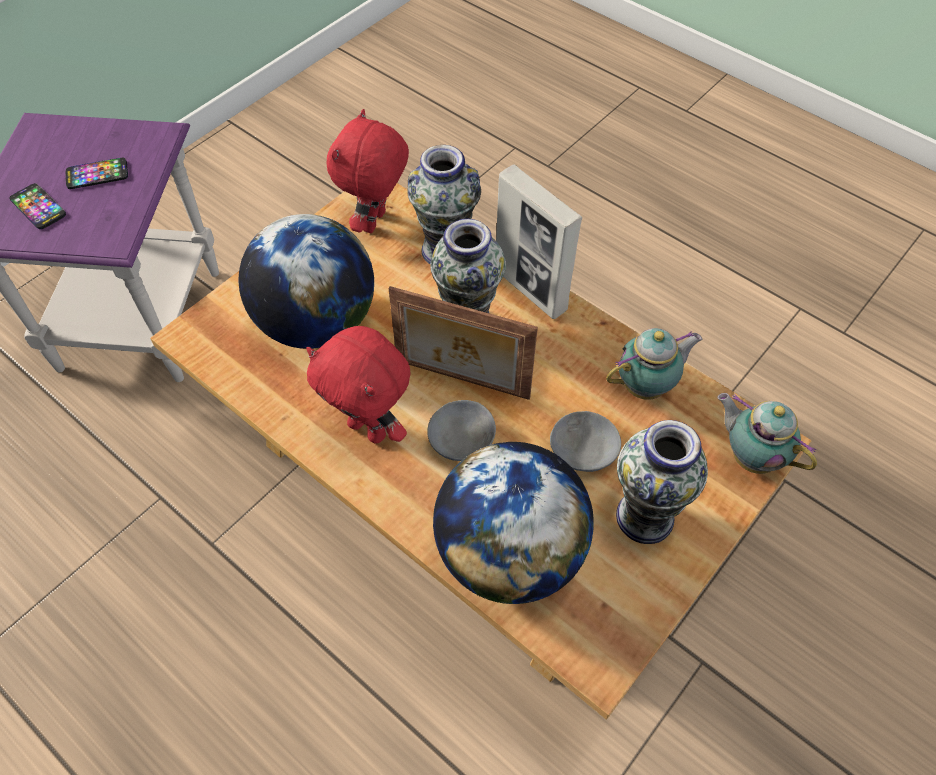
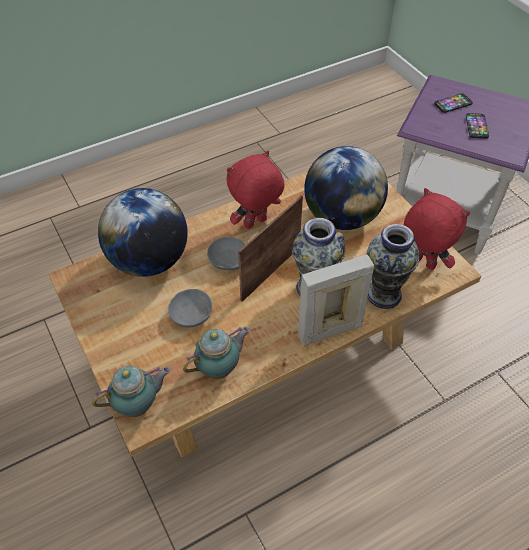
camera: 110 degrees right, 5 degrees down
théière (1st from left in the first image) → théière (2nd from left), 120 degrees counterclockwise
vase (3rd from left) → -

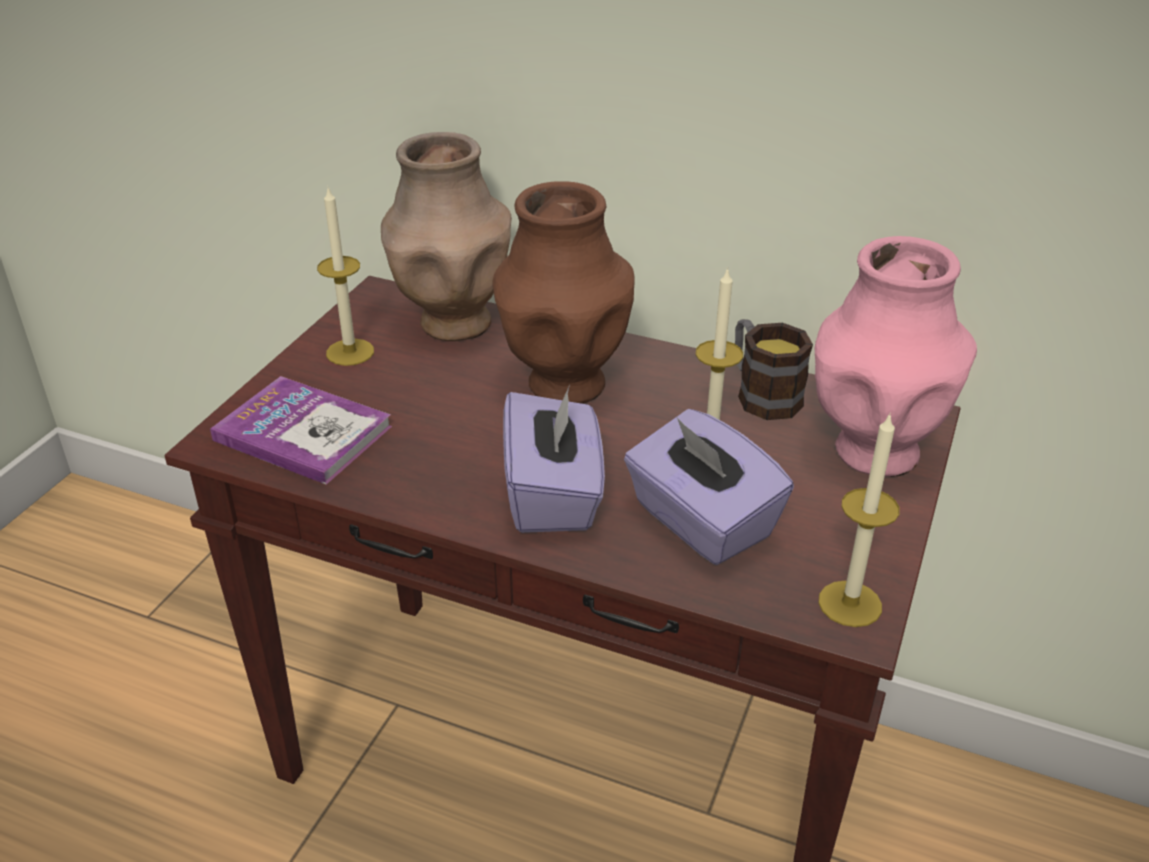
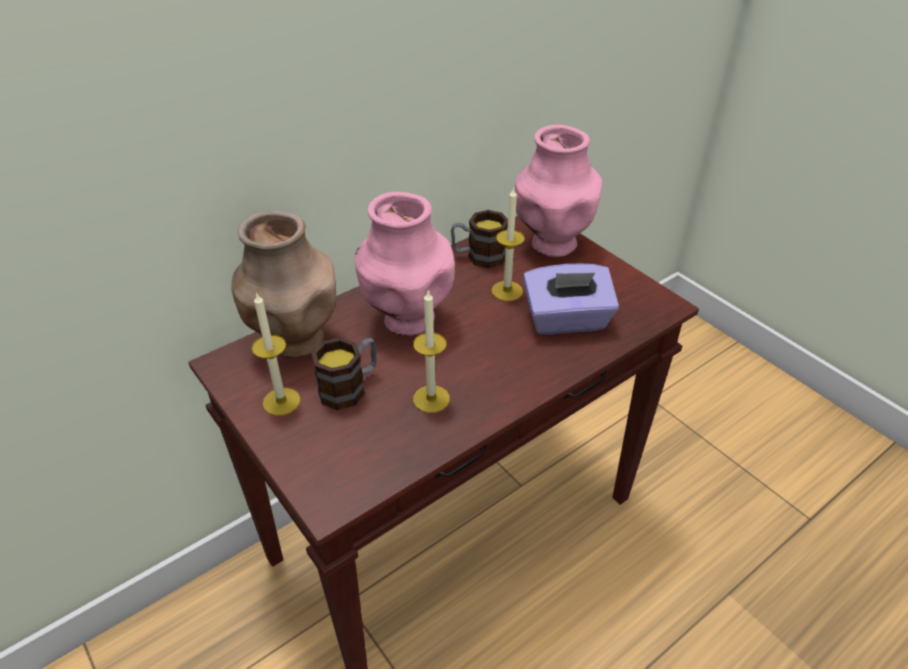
camera: 60 degrees left, 5 degrees up
vase/marron (2nd from left) → vase/rose (1st from left)
livre → -
boîte à mouchoirs/violet (1st from left) → -
bougie (3rd from left in the first image) → bougie (2nd from left), move
- → mug (1st from left)

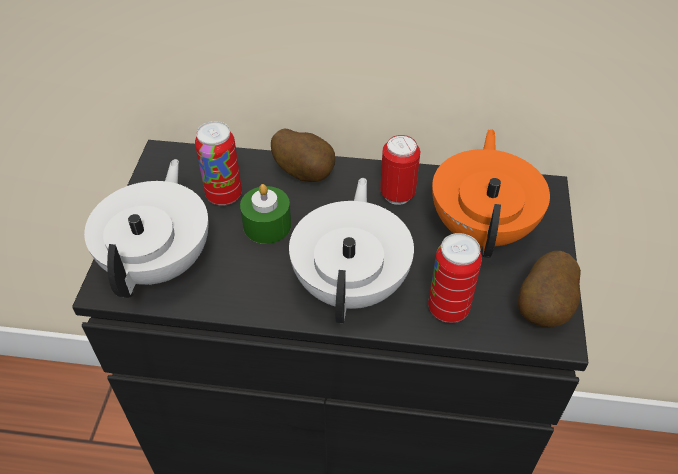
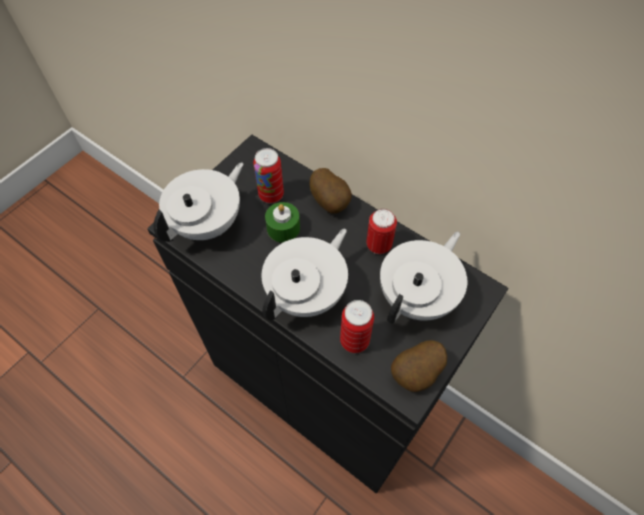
camera: 30 degrees right, 10 degrees up
théière/orange → théière/blanc (3rd from left)

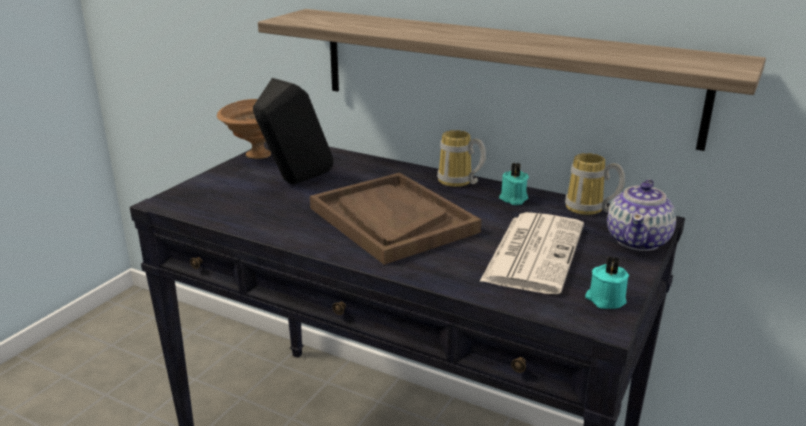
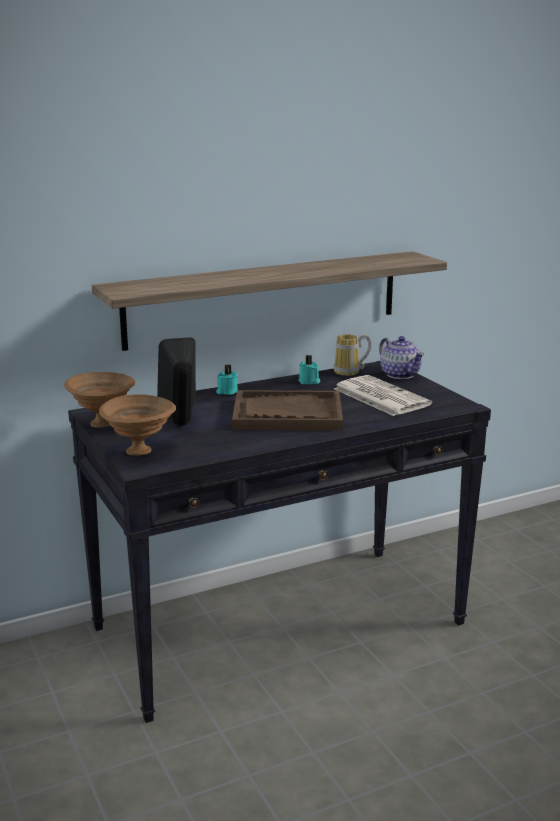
camera: 55 degrees left, 5 degrees down
mug (1st from left) → -
bougie/turquoise (2nd from left in the first image) → bougie/turquoise (1st from left), move
- → bol/marron (2nd from left)

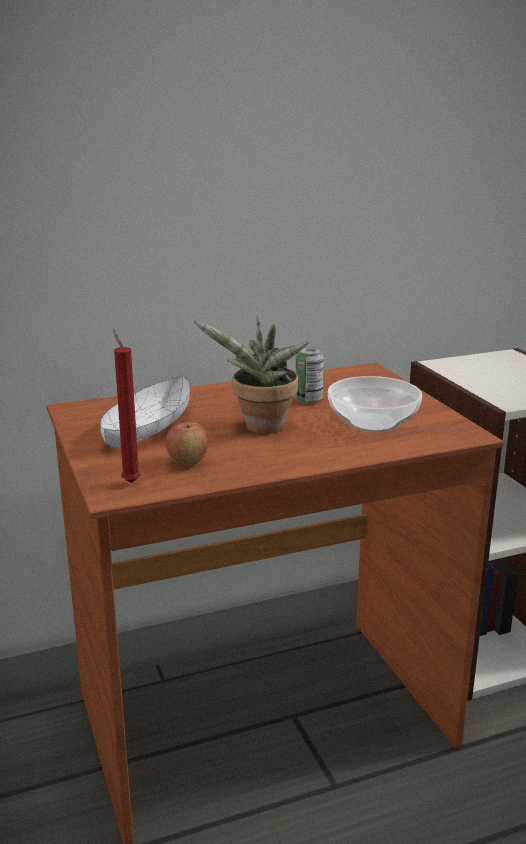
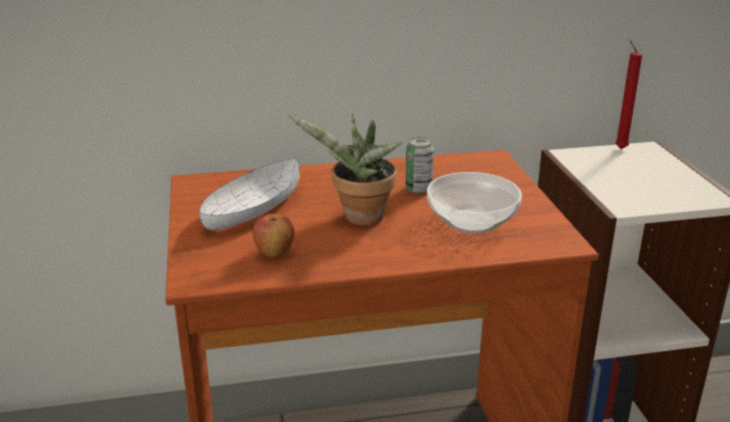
camera: 10 degrees right, 5 degrees up
bougie/rouge, move

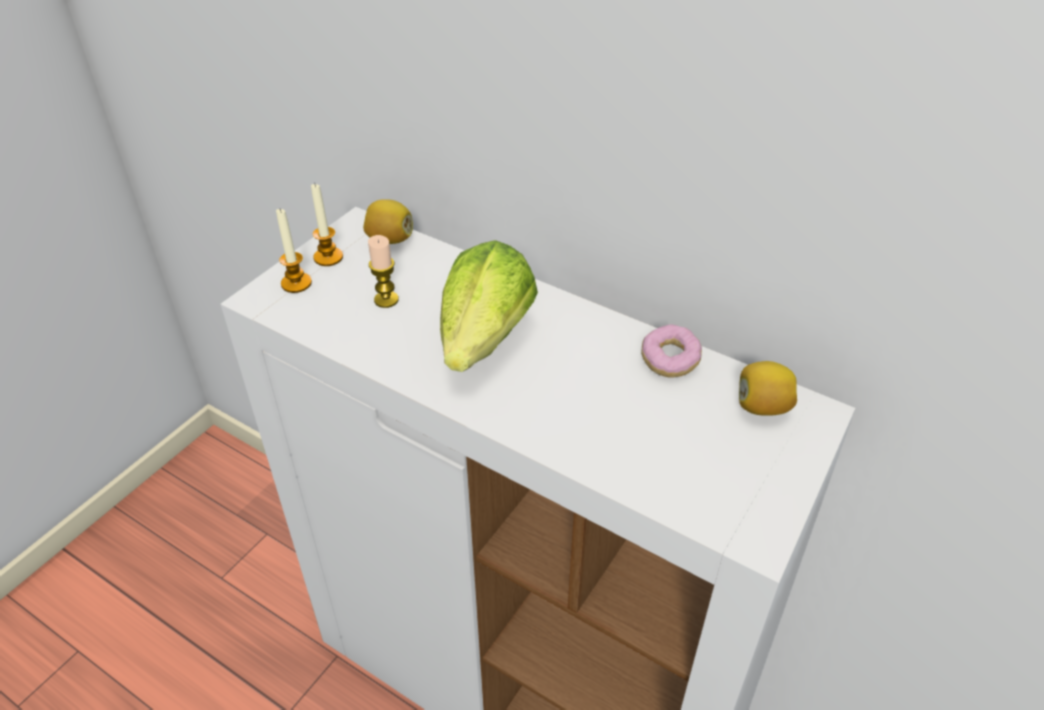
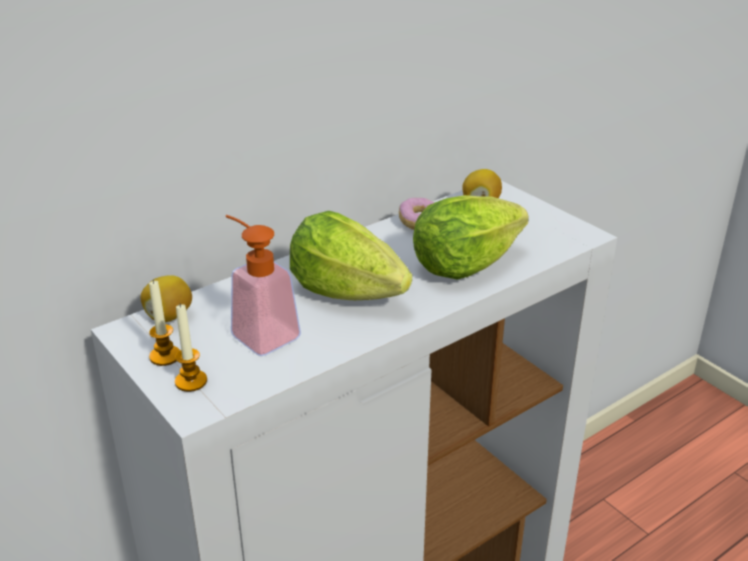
camera: 70 degrees left, 10 degrees down
bougie (3rd from left) → distributeur de savon
- → laitue (2nd from left)

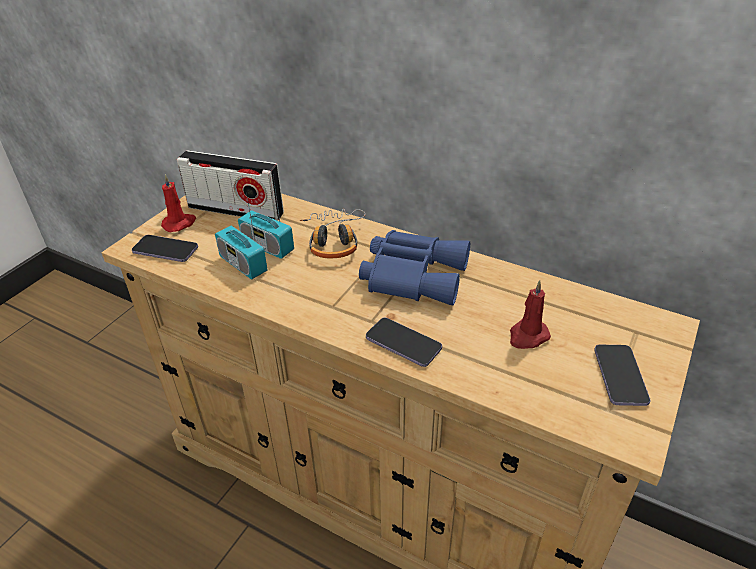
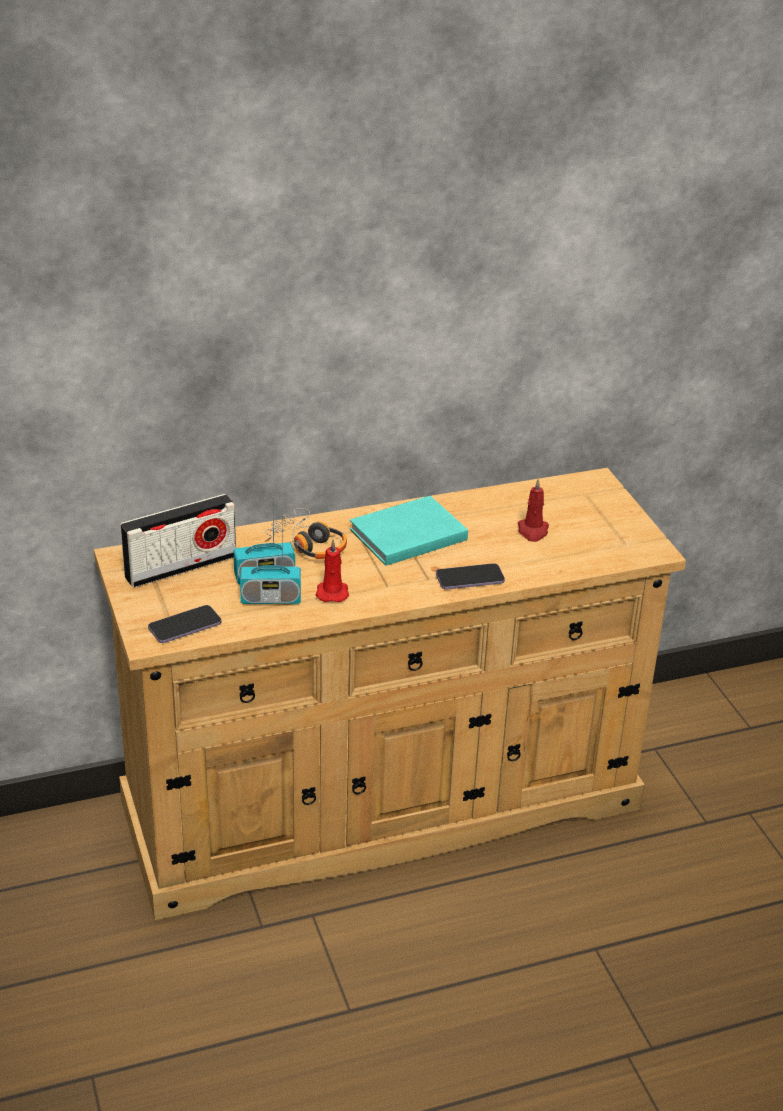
camera: 50 degrees left, 5 degrees down
bougie/rouge (1st from left), move
jumelles/bleu → livre/turquoise
téléphone (3rd from left) → -

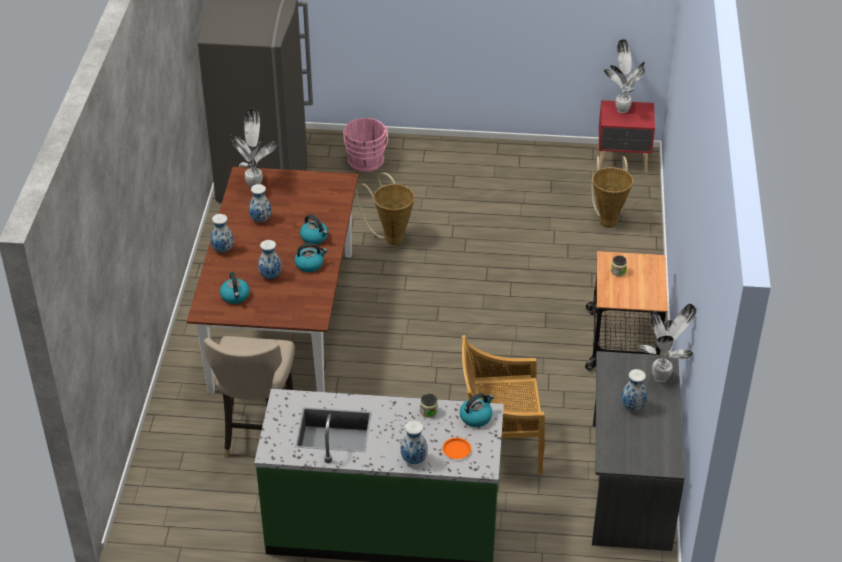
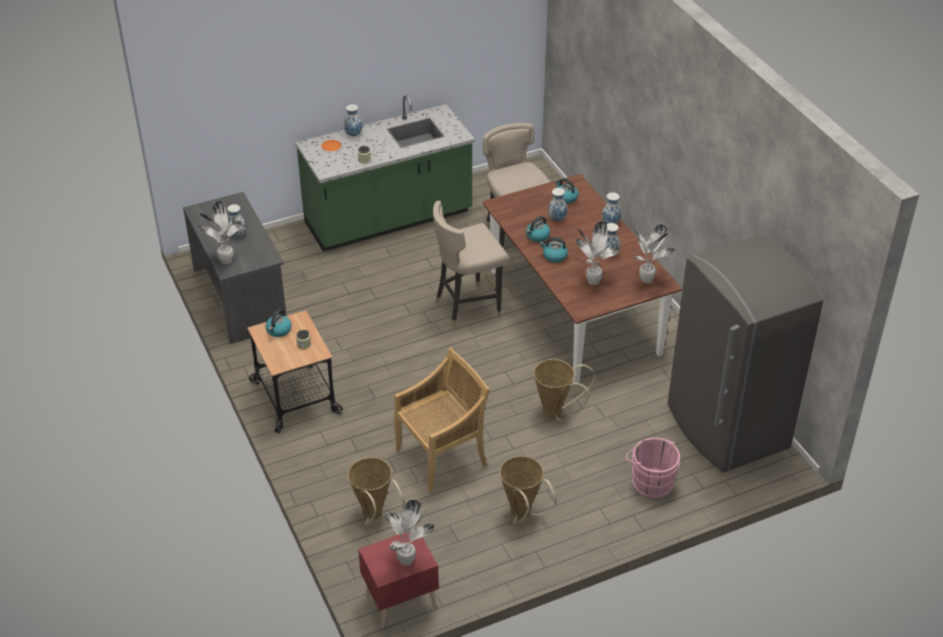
camera: 150 degrees right, 0 degrees up
chaise/beige, move
bouilloire (4th from left in the first image) → bouilloire (1st from left), move
- → tabouret/beige (1st from left)
- → plante en pot (3rd from left)
- → panier (2nd from left)

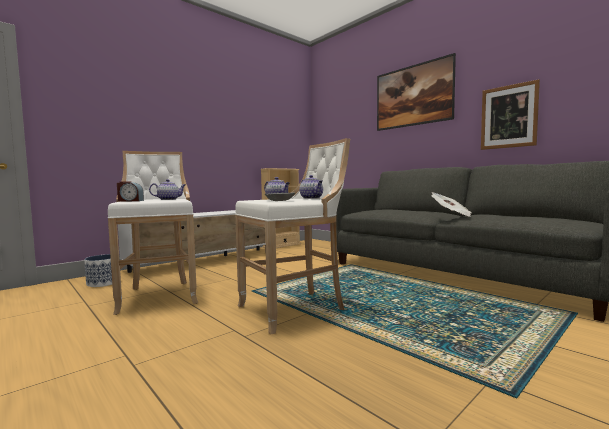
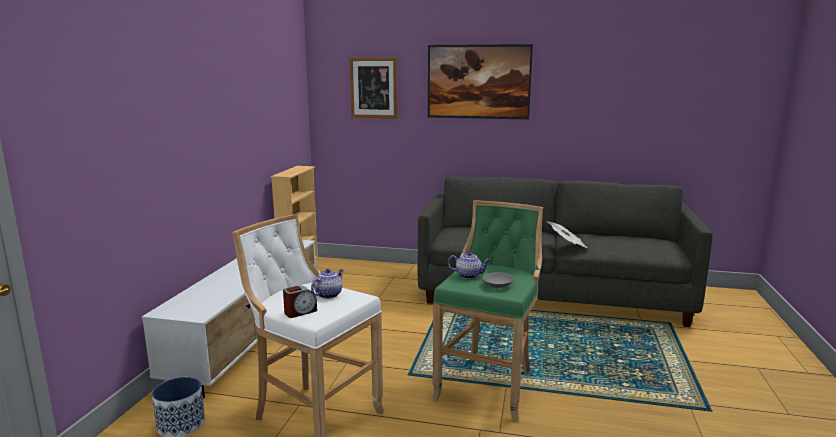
camera: 35 degrees left, 10 degrees up
tableau (2nd from left in the first image) → tableau (1st from left), move
tabouret/blanc (2nd from left) → tabouret/vert
théière (3rd from left) → -

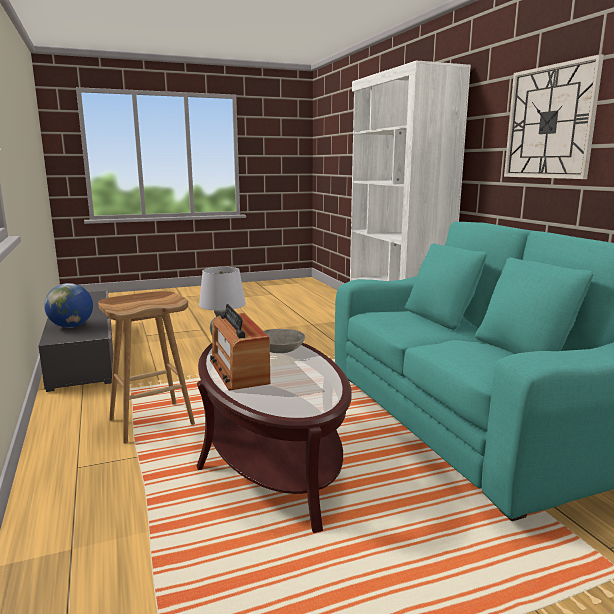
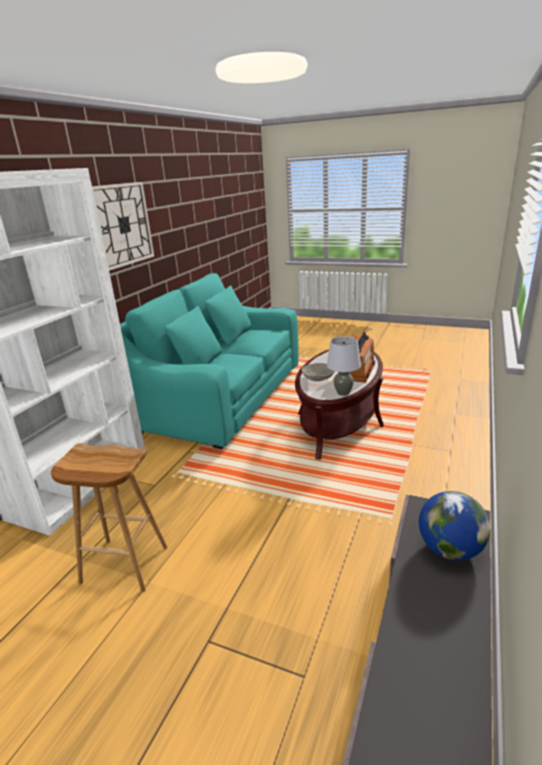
camera: 135 degrees left, 10 degrees up
tabouret/marron, move

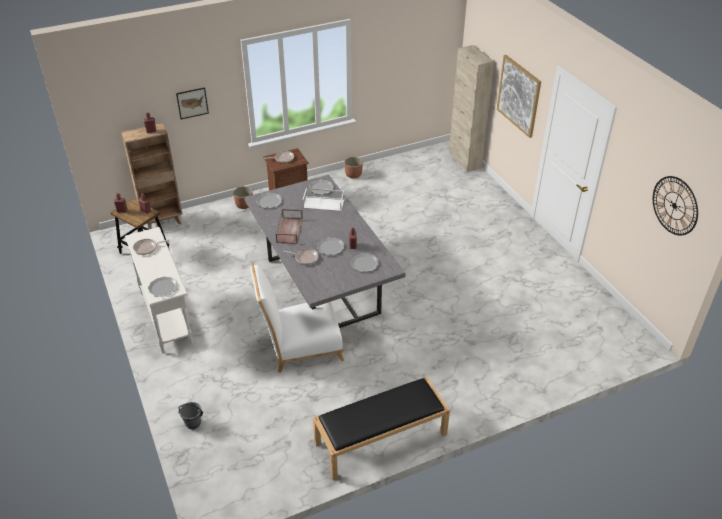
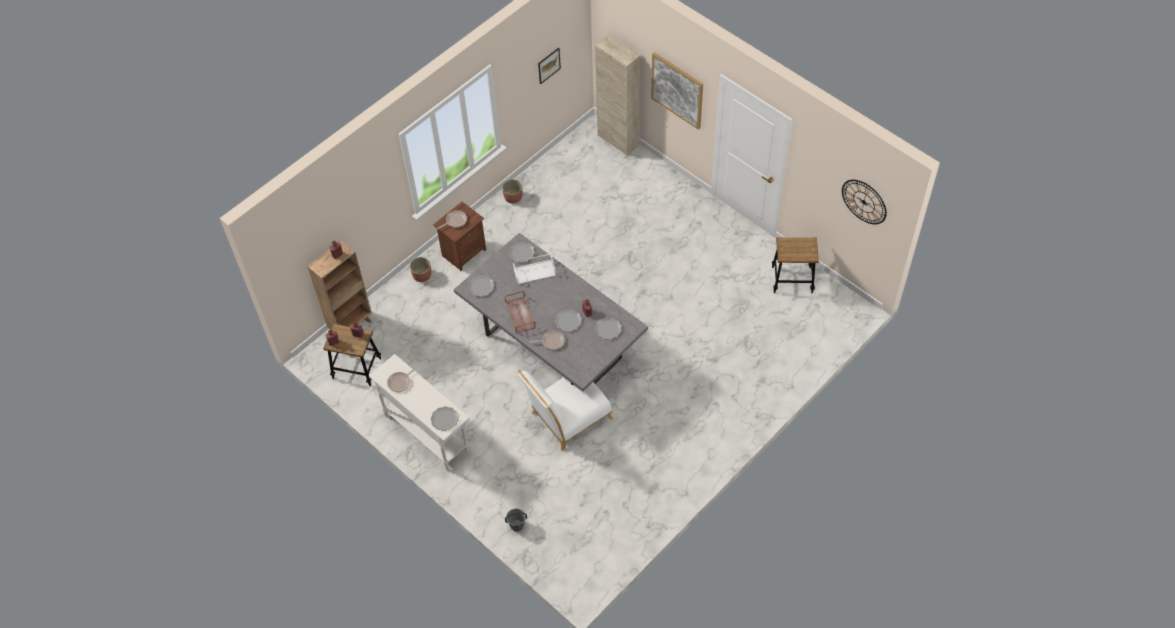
camera: 20 degrees left, 15 degrees up
tableau (1st from left), move
banc/noir → -
- → tabouret (2nd from left)

